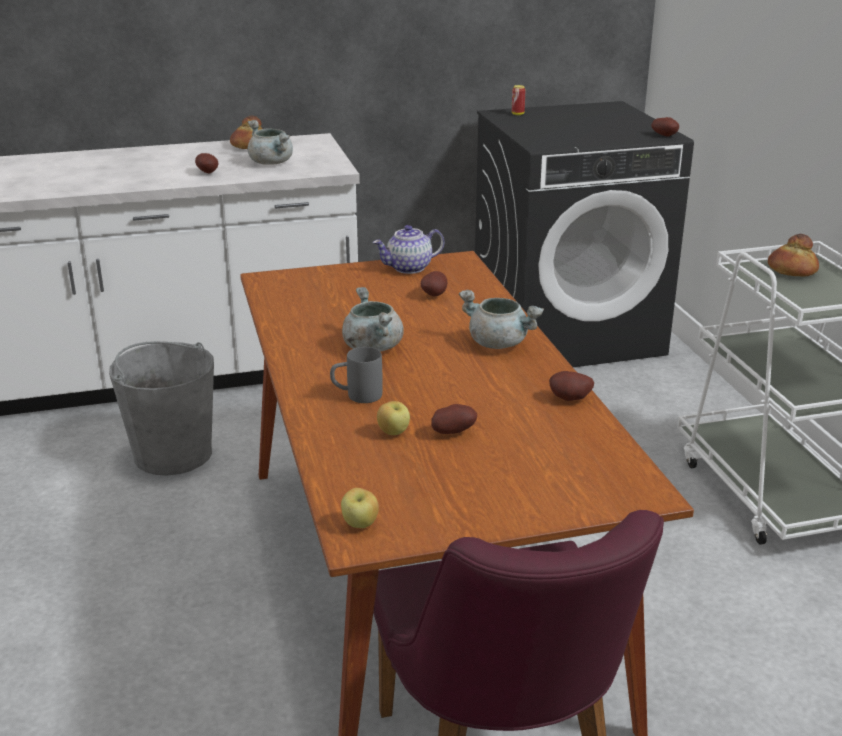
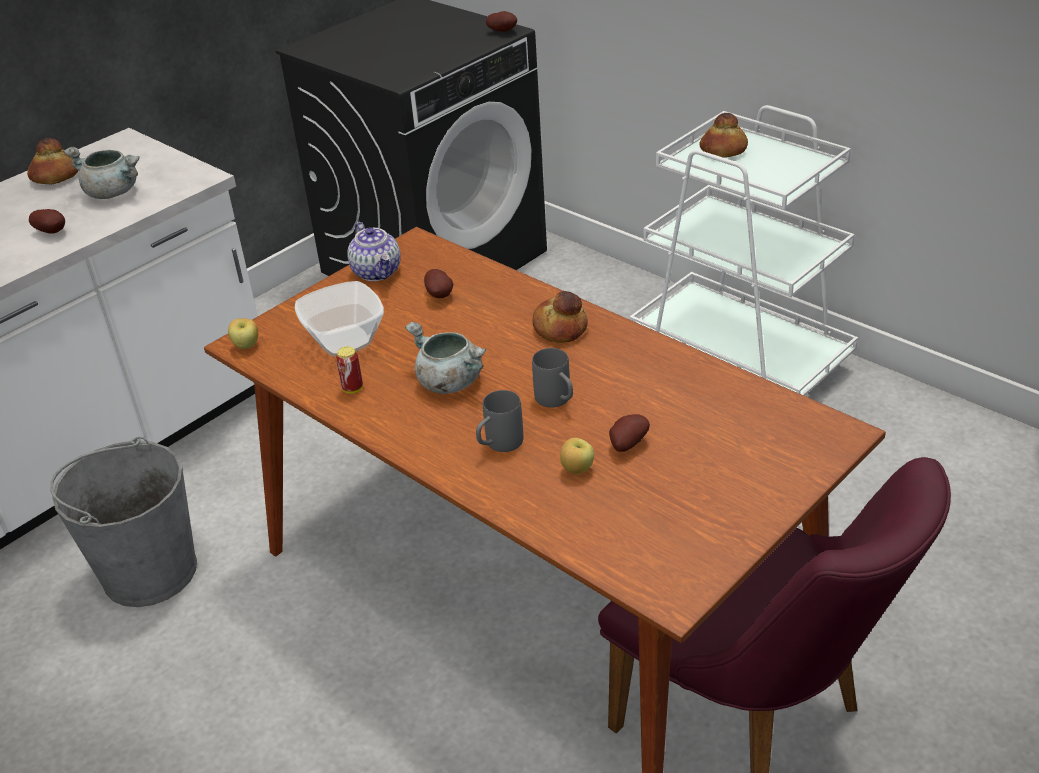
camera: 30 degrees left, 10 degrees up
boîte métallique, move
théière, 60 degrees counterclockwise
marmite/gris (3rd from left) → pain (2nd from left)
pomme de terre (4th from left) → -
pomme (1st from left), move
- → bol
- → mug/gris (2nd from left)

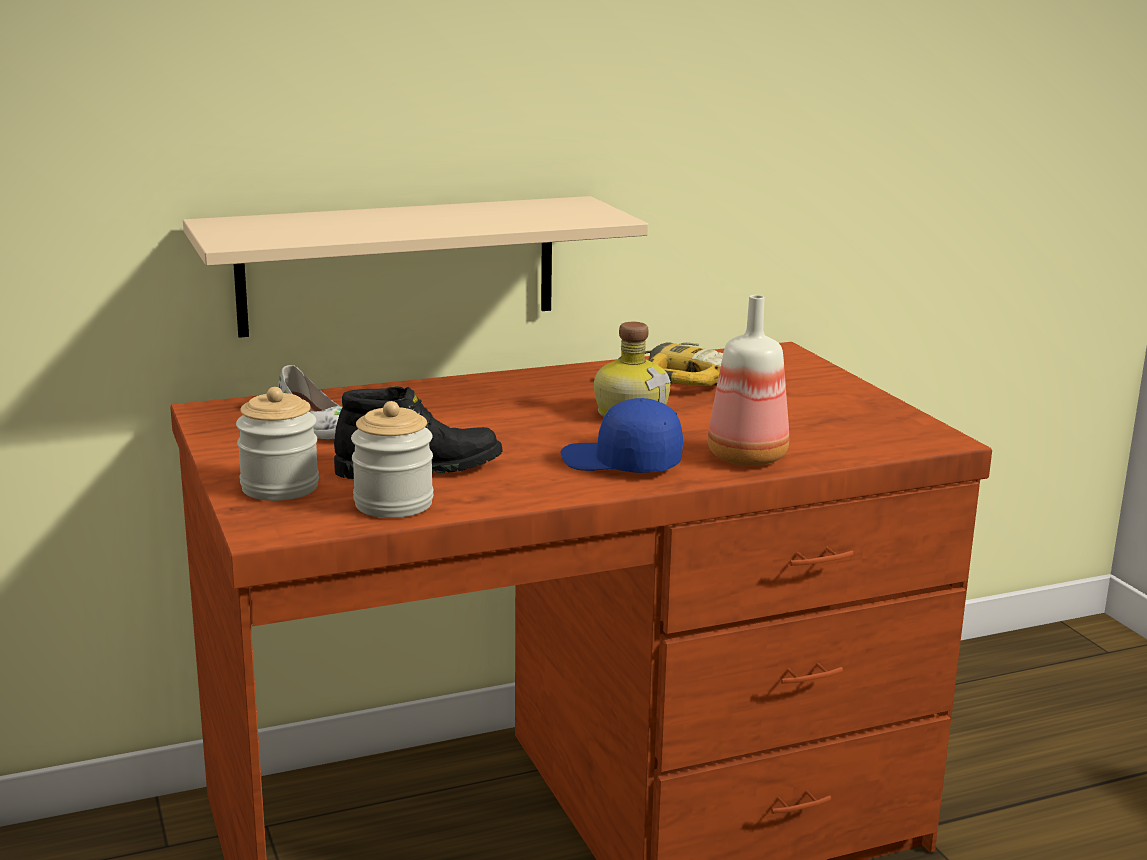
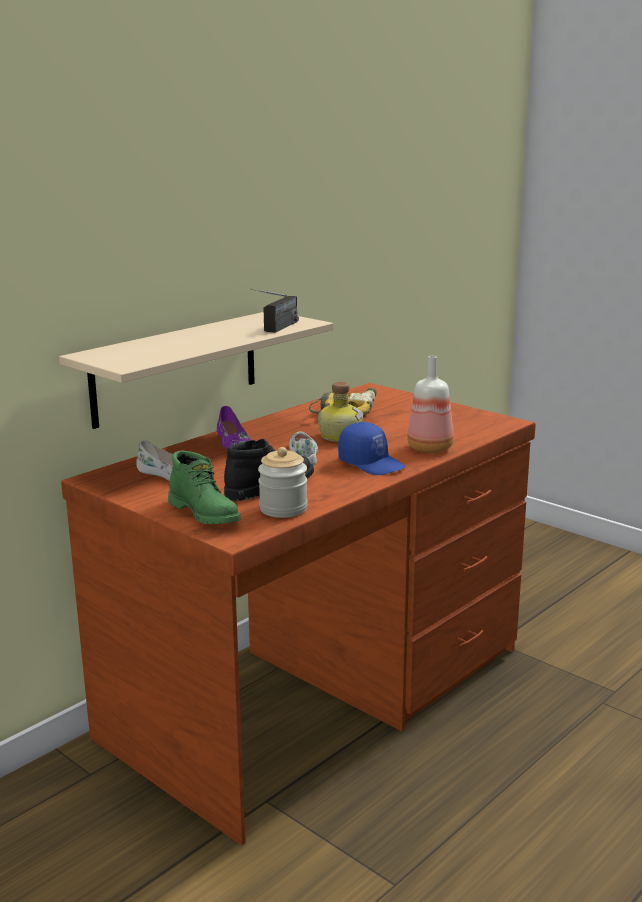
camera: 25 degrees left, 0 degrees up
bocal (1st from left) → botte/vert
casquette/bleu, 135 degrees counterclockwise
- → radio
- → chaussure/violet
- → chaussure/blanc (2nd from left)

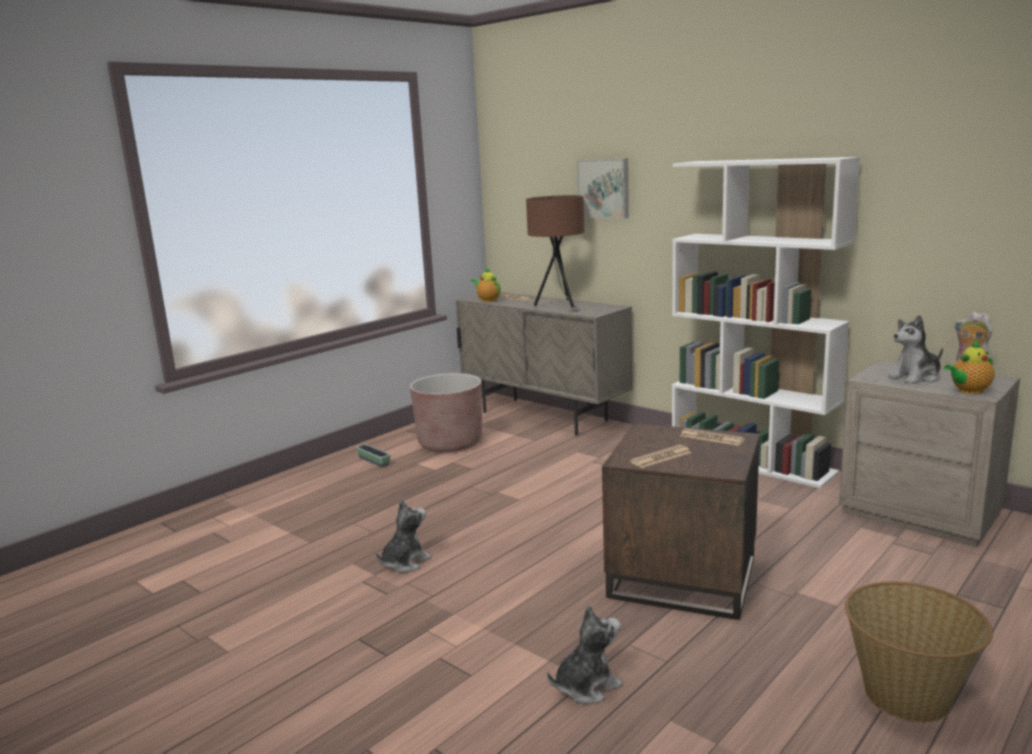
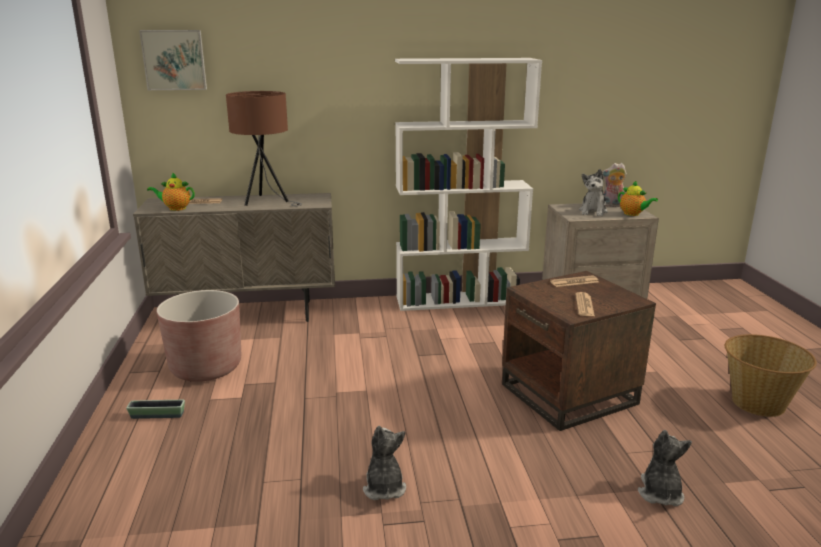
camera: 50 degrees left, 5 degrees up
tableau, move
théière (2nd from left), 60 degrees counterclockwise

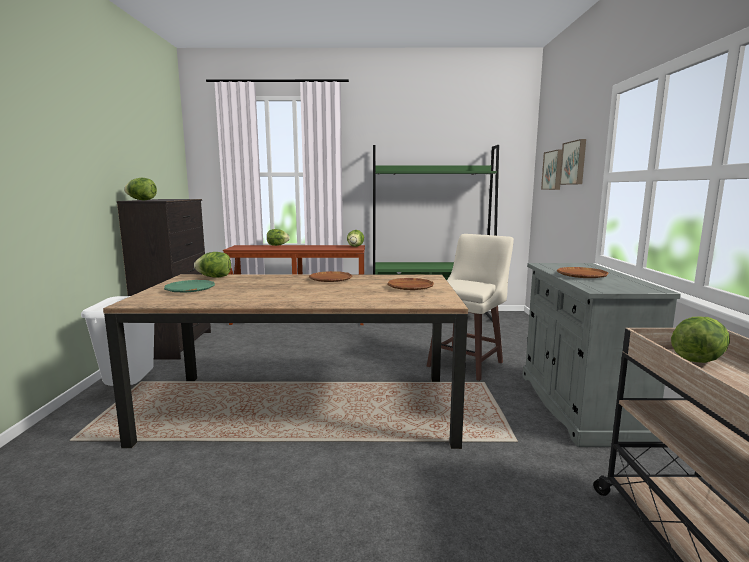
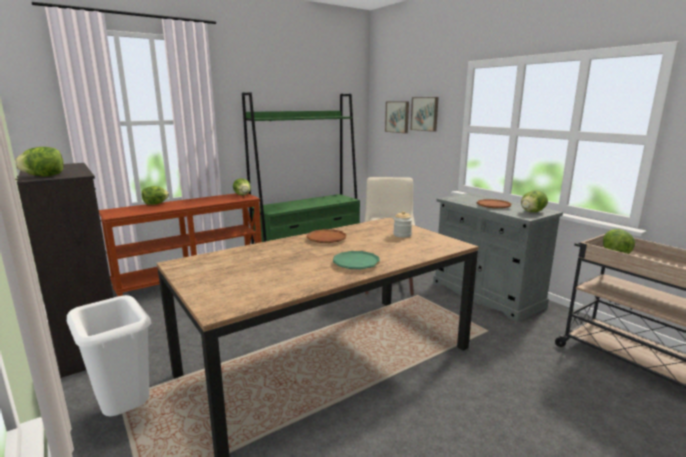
camera: 35 degrees left, 5 degrees up
laitue (2nd from left in the first image) → laitue (4th from left), move
assiette/marron (2nd from left) → bocal
assiette/vert, move

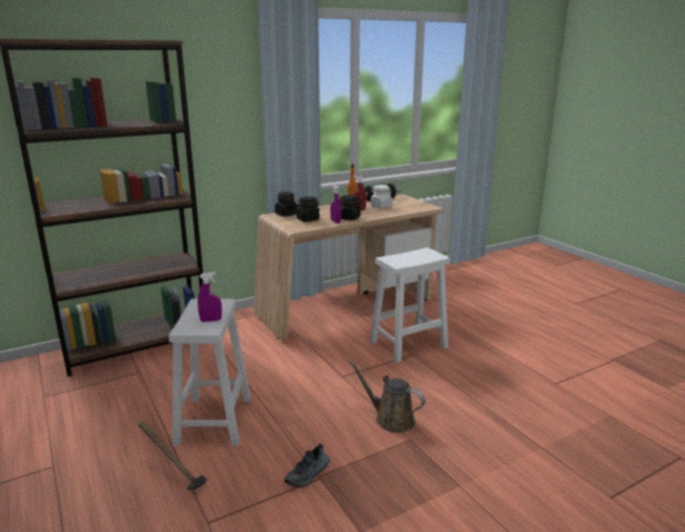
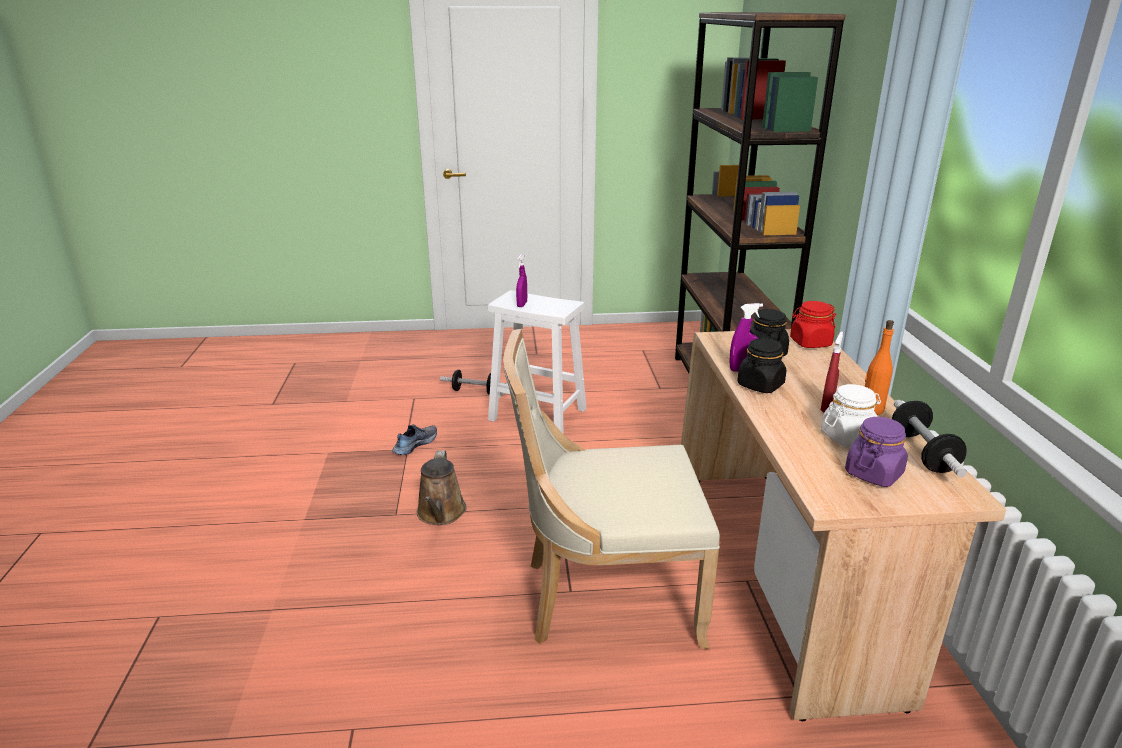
camera: 115 degrees right, 5 degrees up
bocal/noir (1st from left) → bocal/rouge
tabouret/blanc (2nd from left) → chaise/beige
arrosoir/marron, 120 degrees clockwise
marteau → haltère (1st from left)
chaussure, 60 degrees clockwise
- → bocal/violet

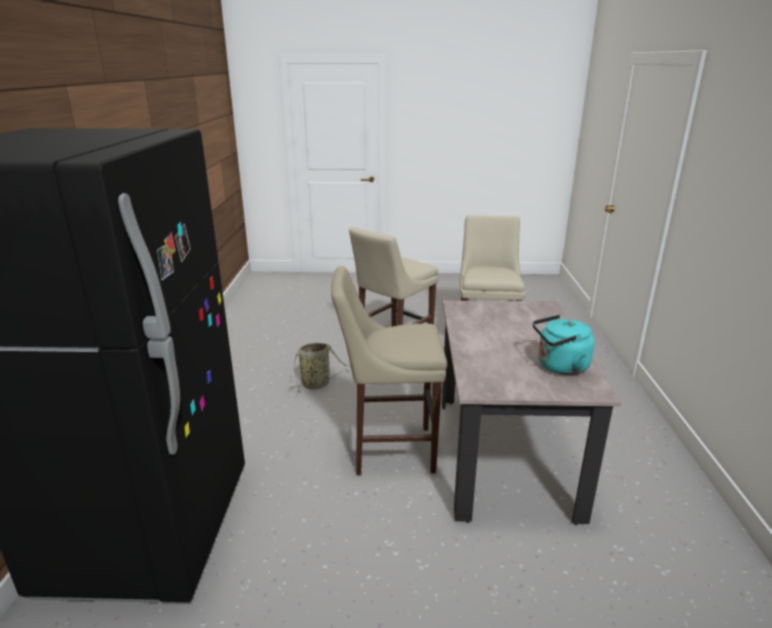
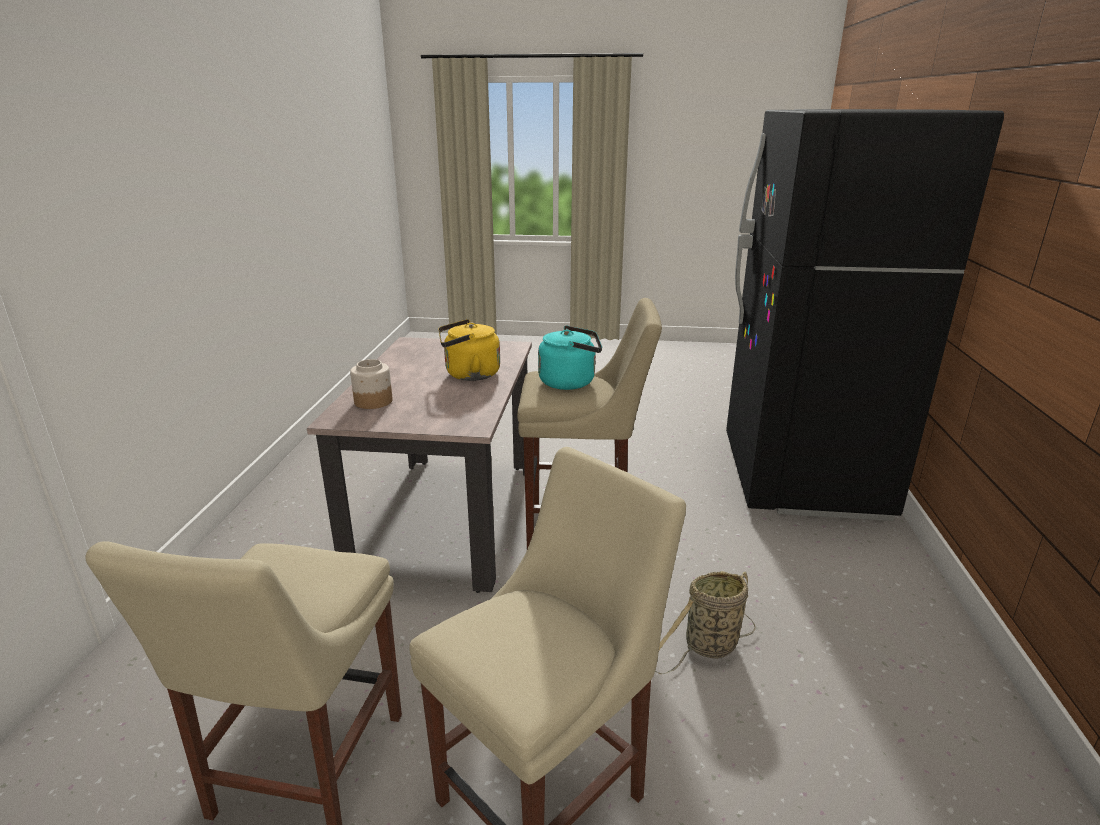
camera: 175 degrees left, 0 degrees up
bouilloire/turquoise, move
- → bouilloire/jaune
- → bocal

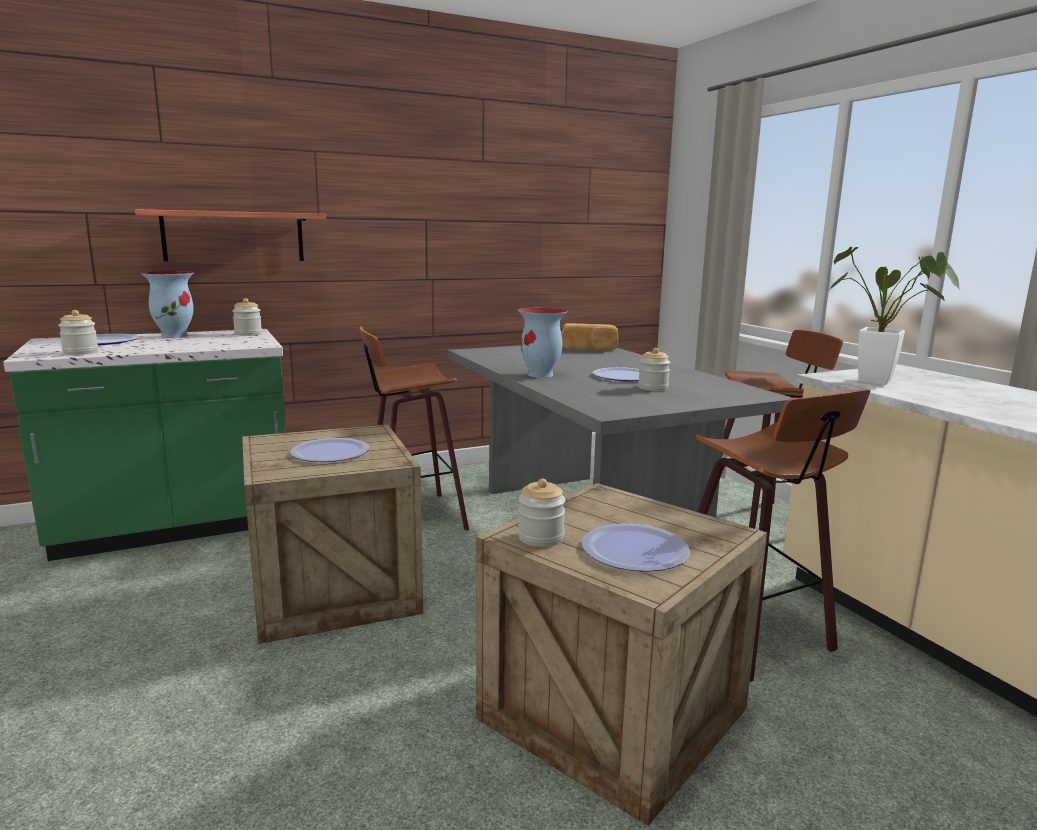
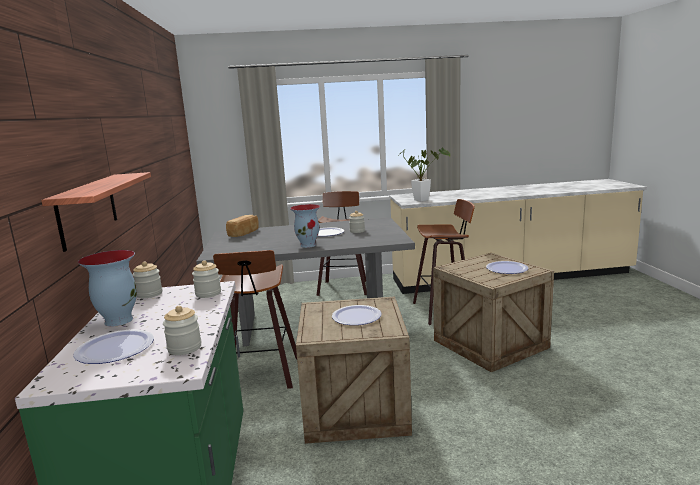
camera: 70 degrees left, 0 degrees up
bocal (3rd from left), move

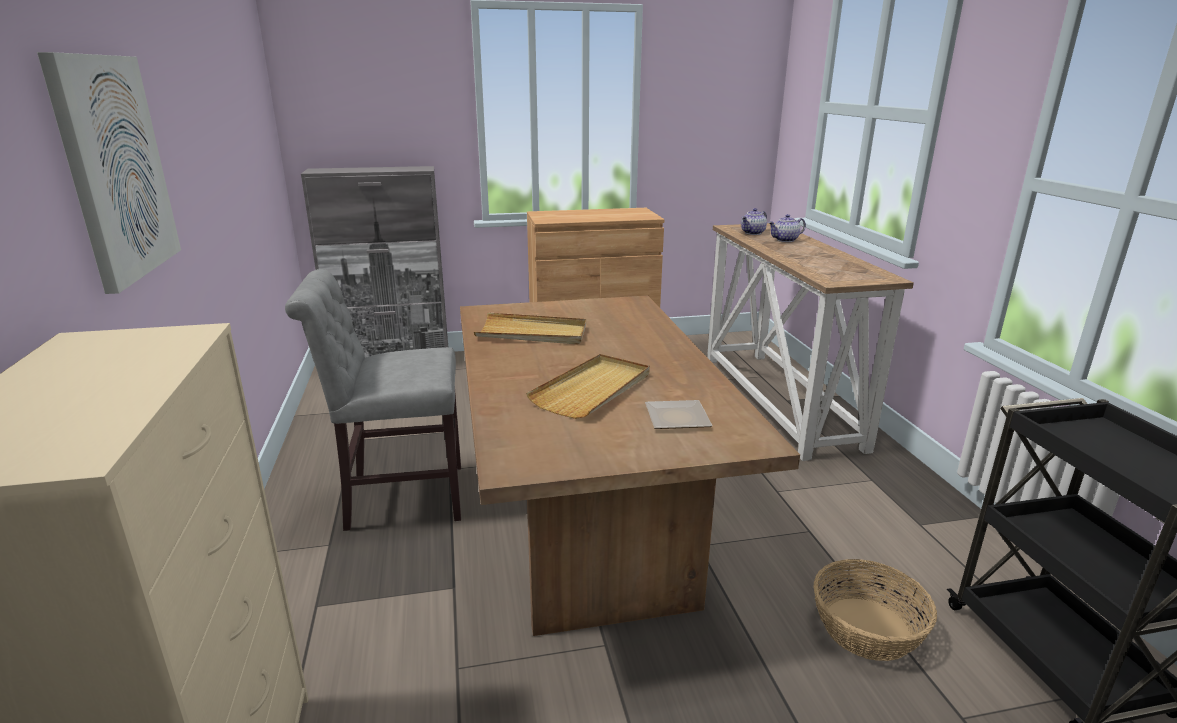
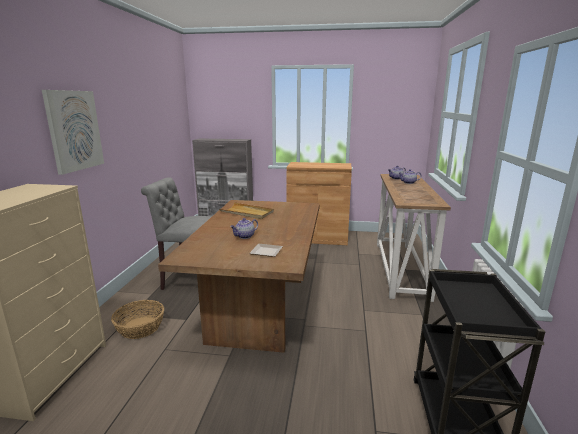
camera: 20 degrees right, 5 degrees down
plateau/beige (2nd from left) → théière (1st from left)
panier, move

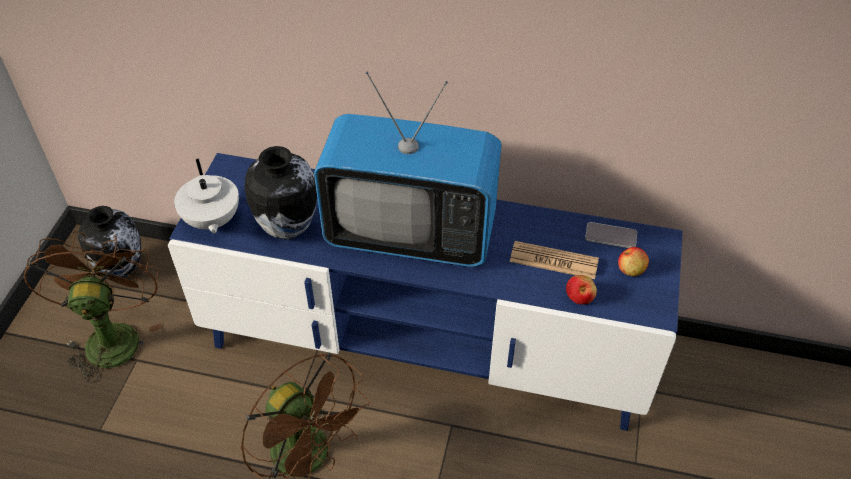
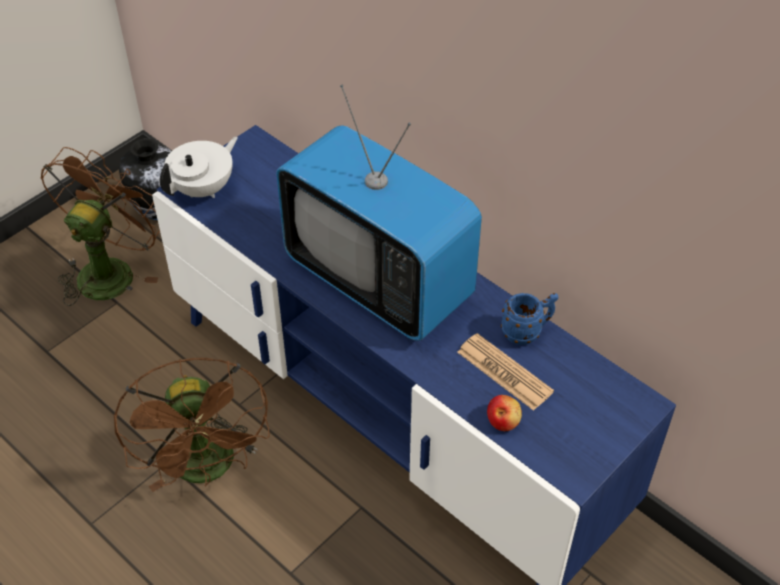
camera: 30 degrees right, 0 degrees up
vase (2nd from left) → -
théière/blanc, 150 degrees counterclockwise
téléphone → -
pomme (2nd from left) → -
- → mug/bleu

